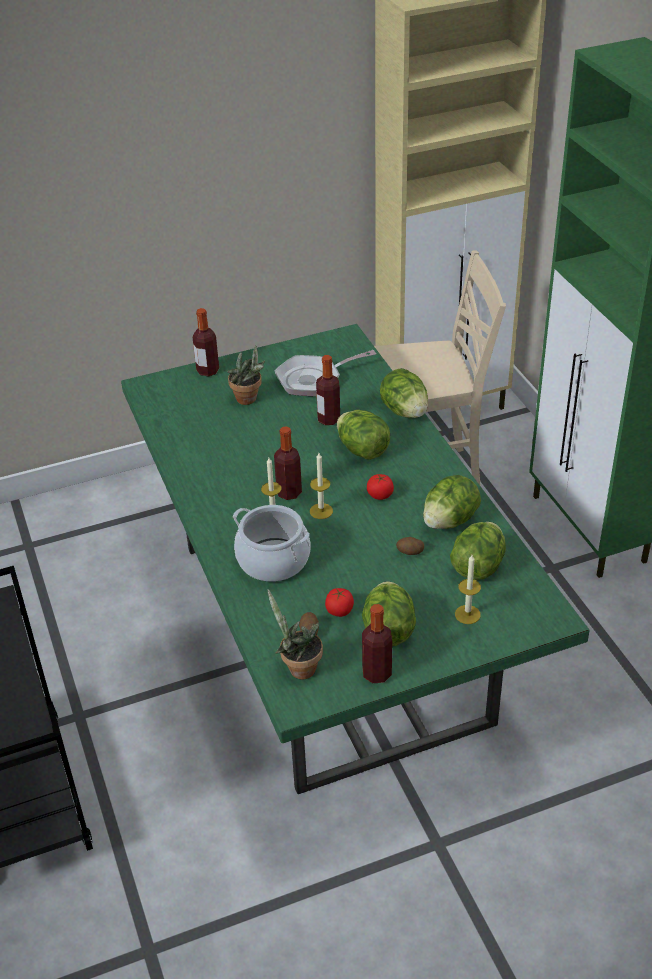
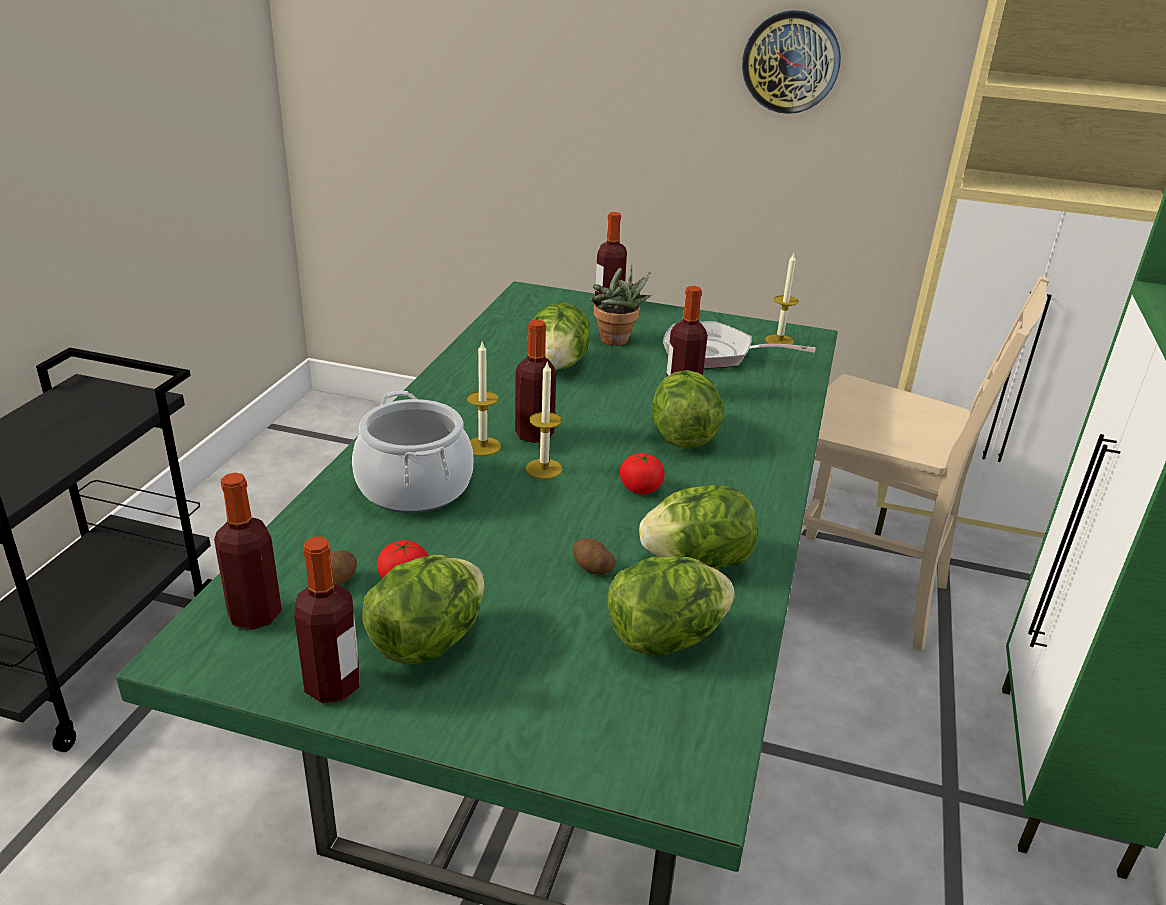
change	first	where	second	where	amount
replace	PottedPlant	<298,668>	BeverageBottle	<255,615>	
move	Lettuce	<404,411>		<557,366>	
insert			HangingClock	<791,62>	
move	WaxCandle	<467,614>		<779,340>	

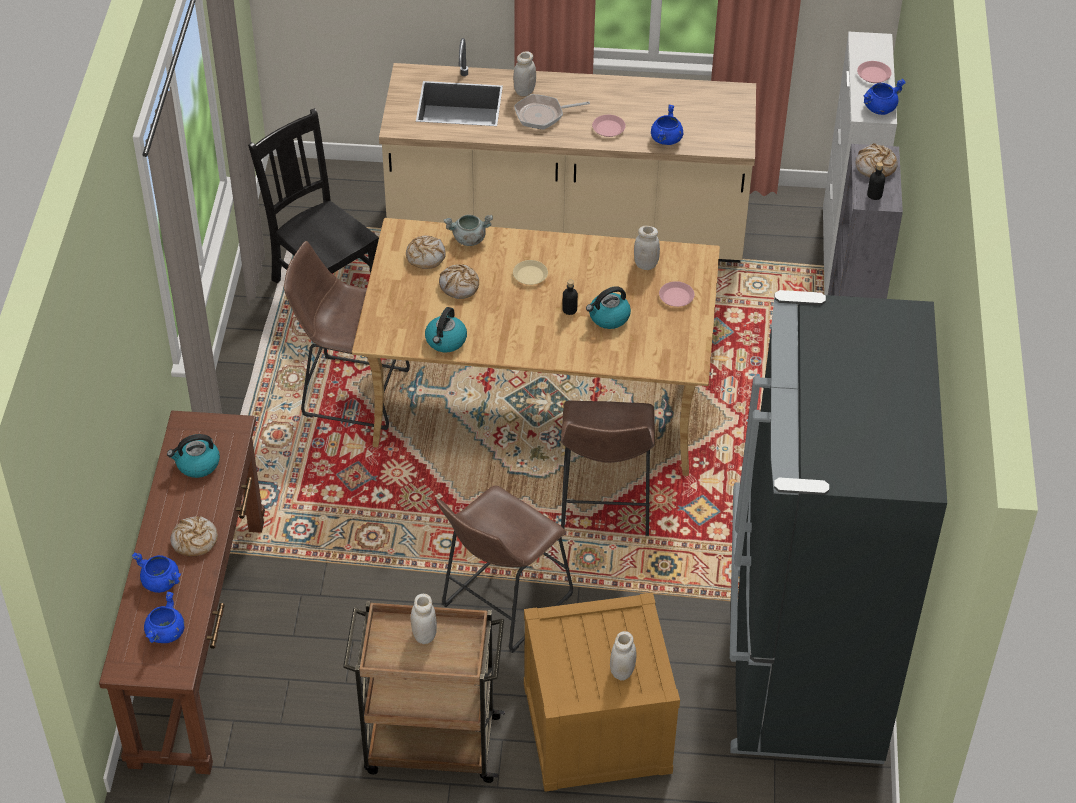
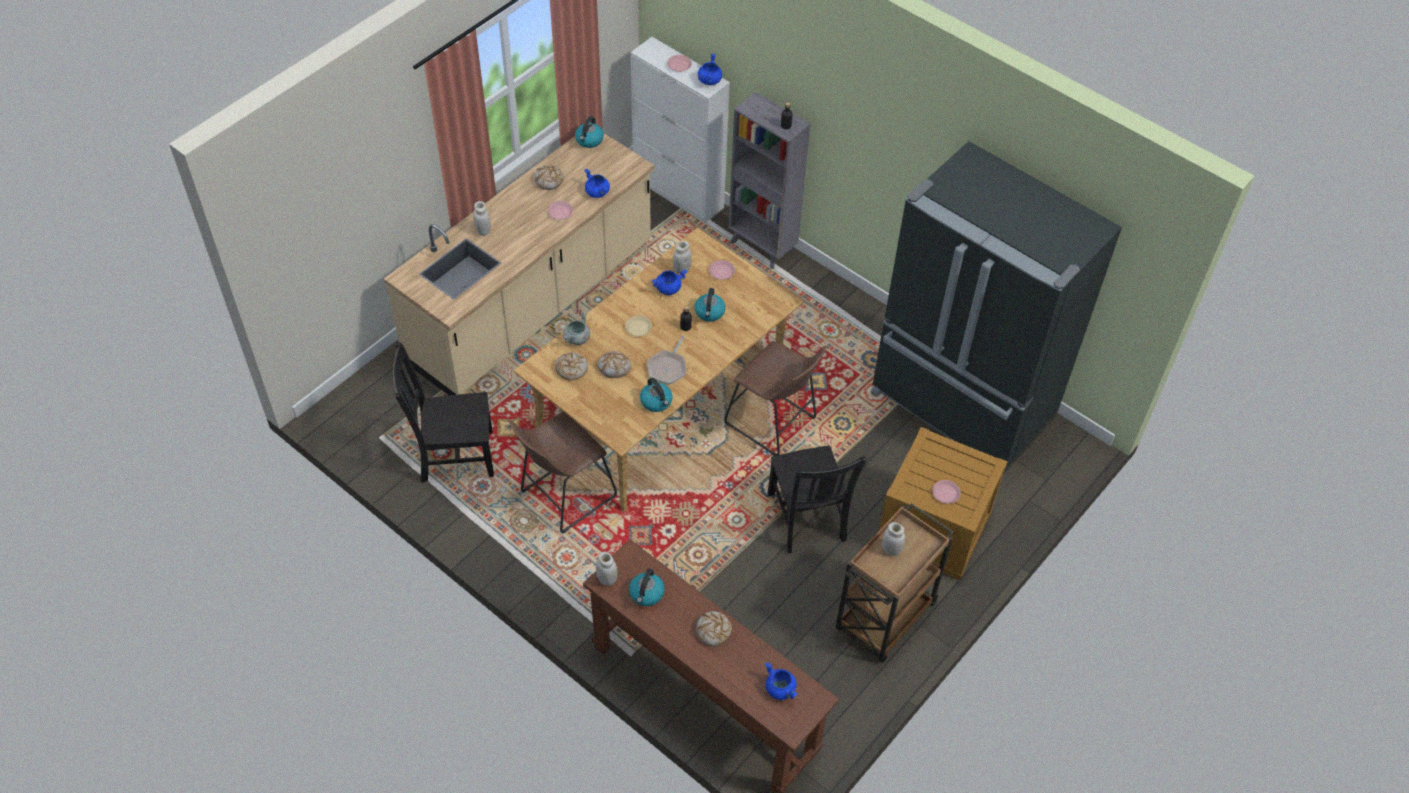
change	first	where	second	where	amount
move	BakedBread	<875,167>		<549,180>	
insert			TeaKettle	<589,140>	
move	WhiteColouredPreserveJar	<622,671>		<607,579>	
move	Pan	<542,115>		<668,367>	
move	BluishSaucepot	<161,582>		<668,288>	
replace	BrownStool	<501,604>	BlackUprightChair	<807,519>	
insert			PinkDinnerPlate	<945,493>	

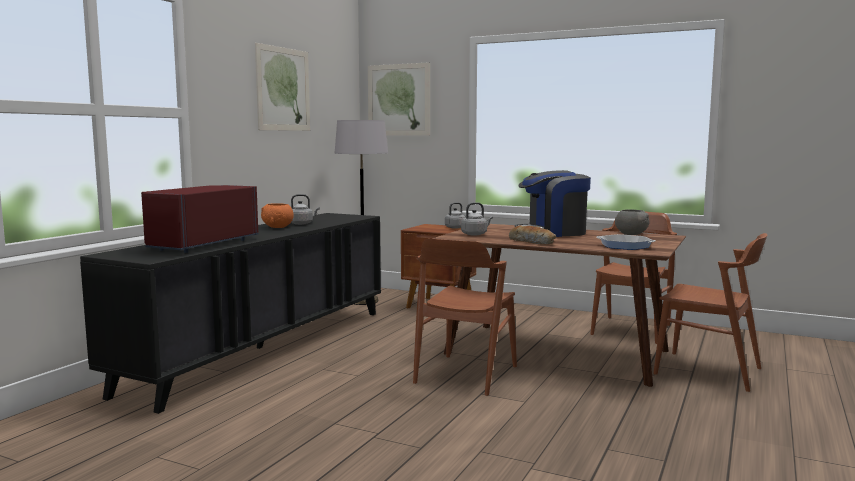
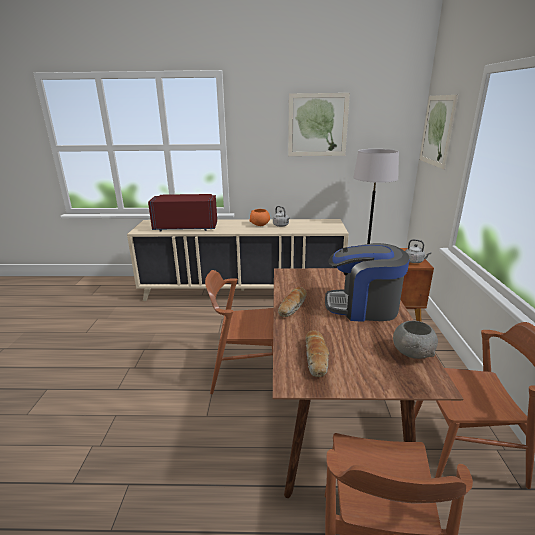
change	first	where	second	where	amount
recolor	BlackStorageCabinet	<264,348>	BeigeStorageCabinet	<242,291>	
replace	Pan	<625,246>	BakedBread	<316,359>	
rotate	CoffeeMachine	<553,232>		<363,307>	45 degrees counterclockwise
delete	GrayTeaKettle	<475,234>			

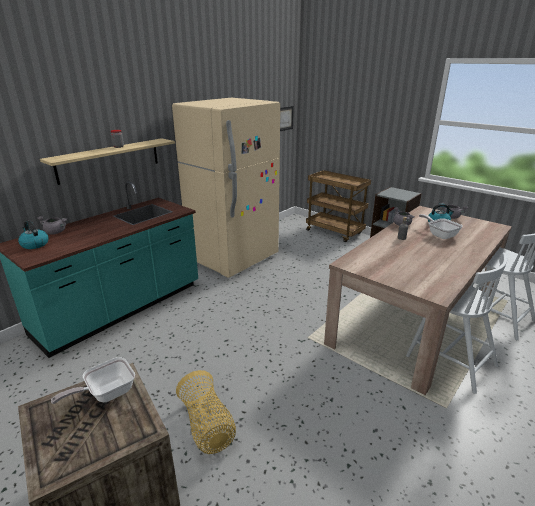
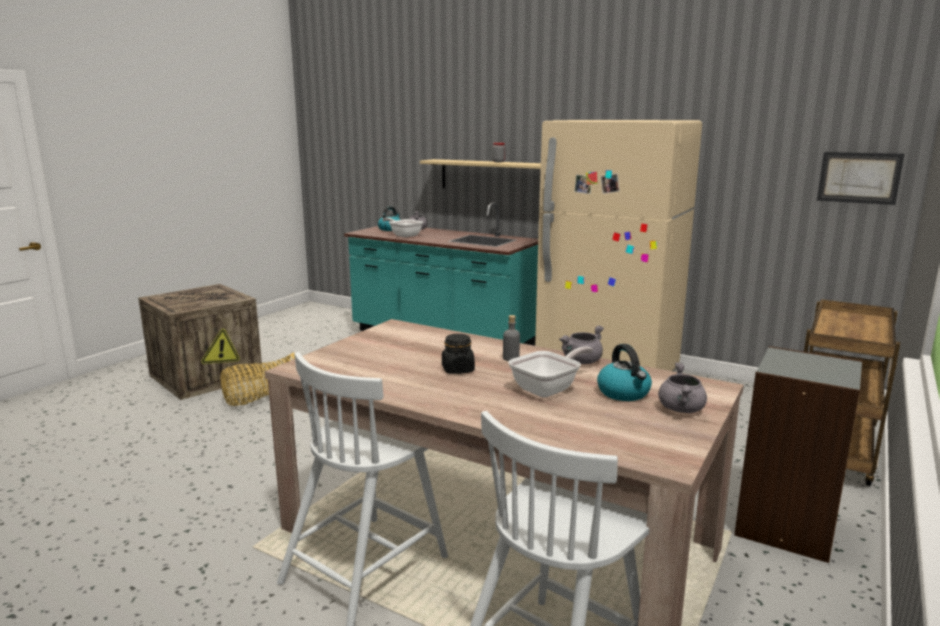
change	first	where	second	where	amount
move	Pan	<106,393>		<404,235>	
insert			BlackPreserveJar	<457,370>	

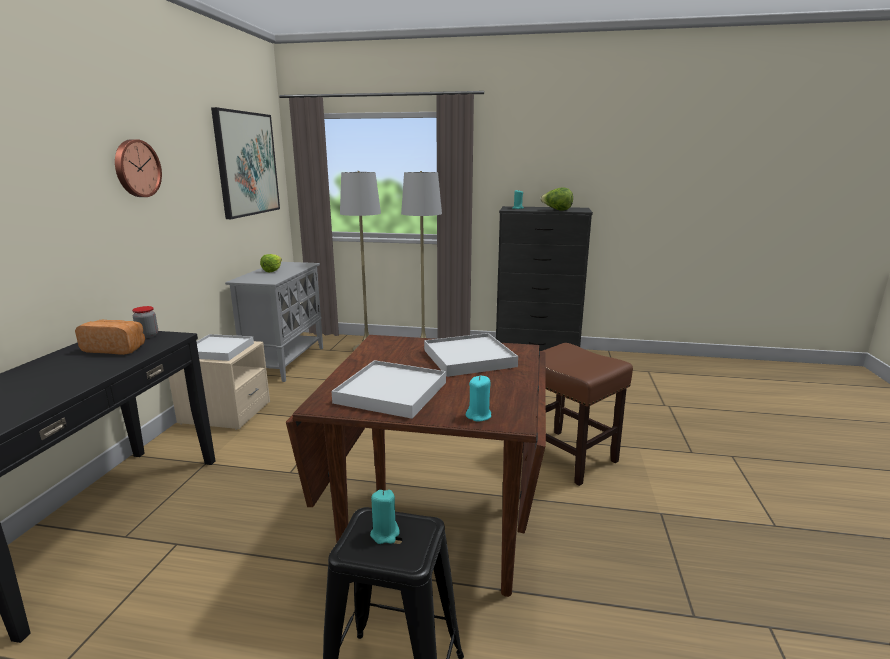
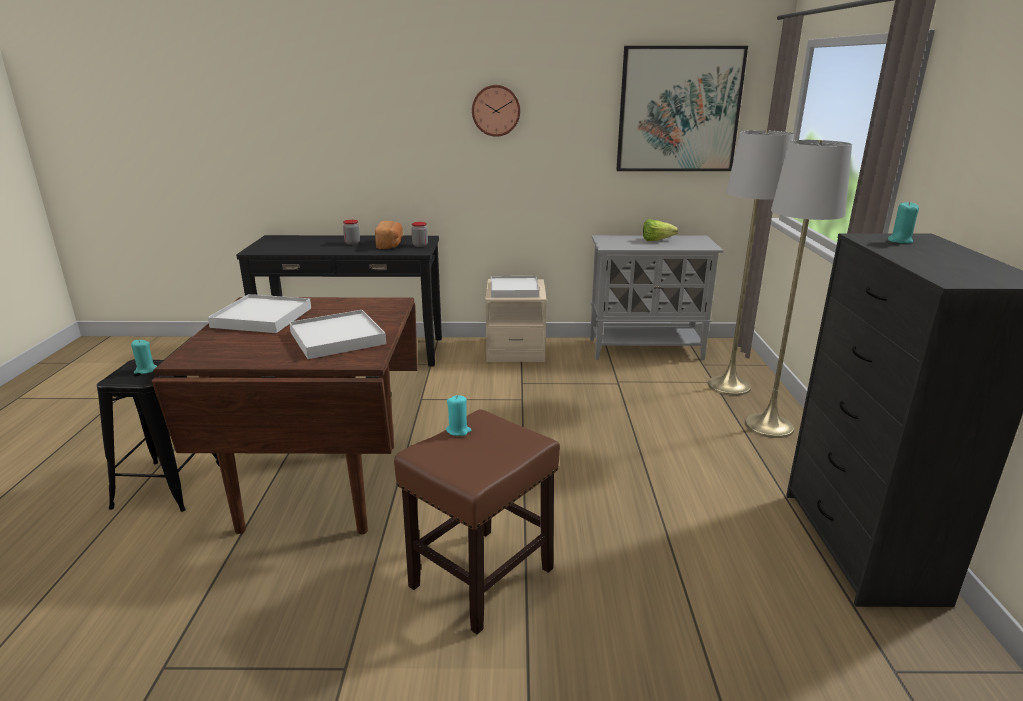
change	first	where	second	where	amount
insert			PreserveJar	<352,243>	
move	TurquoiseColouredWaxCandle	<479,415>		<458,430>	
delete	Lettuce	<556,210>			

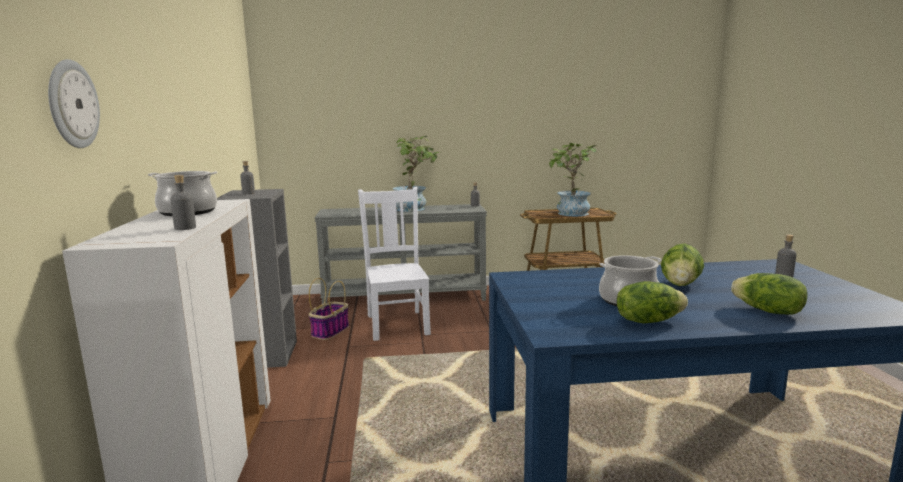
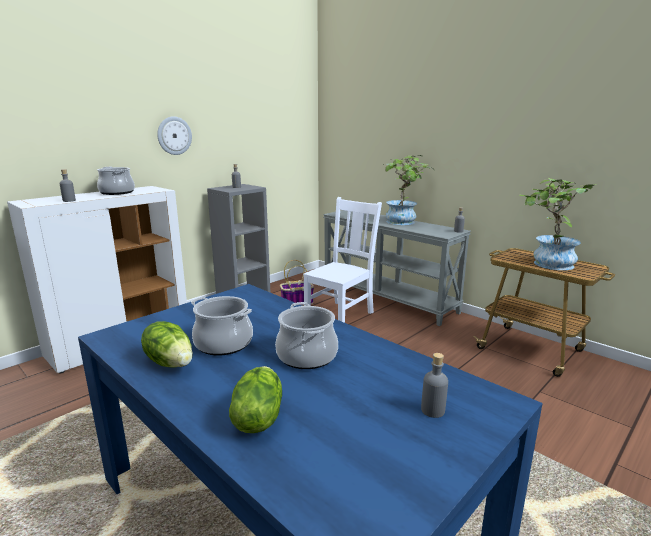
change	first	where	second	where	amount
move	HangingClock	<72,104>		<174,135>	
replace	Lettuce	<680,284>	Saucepot	<307,356>	

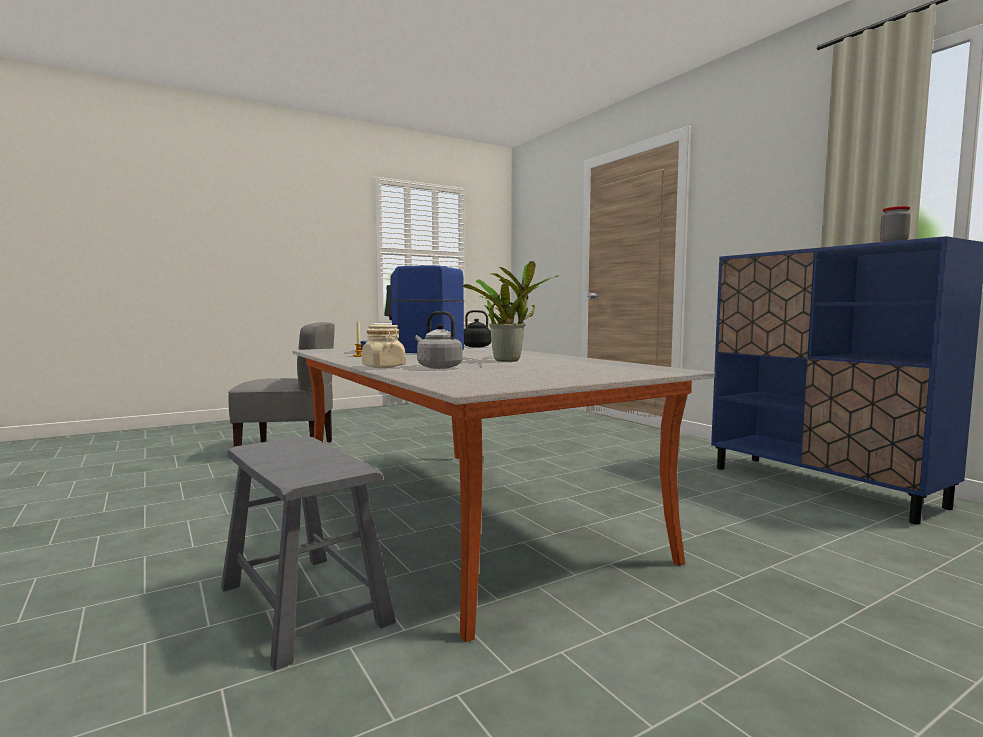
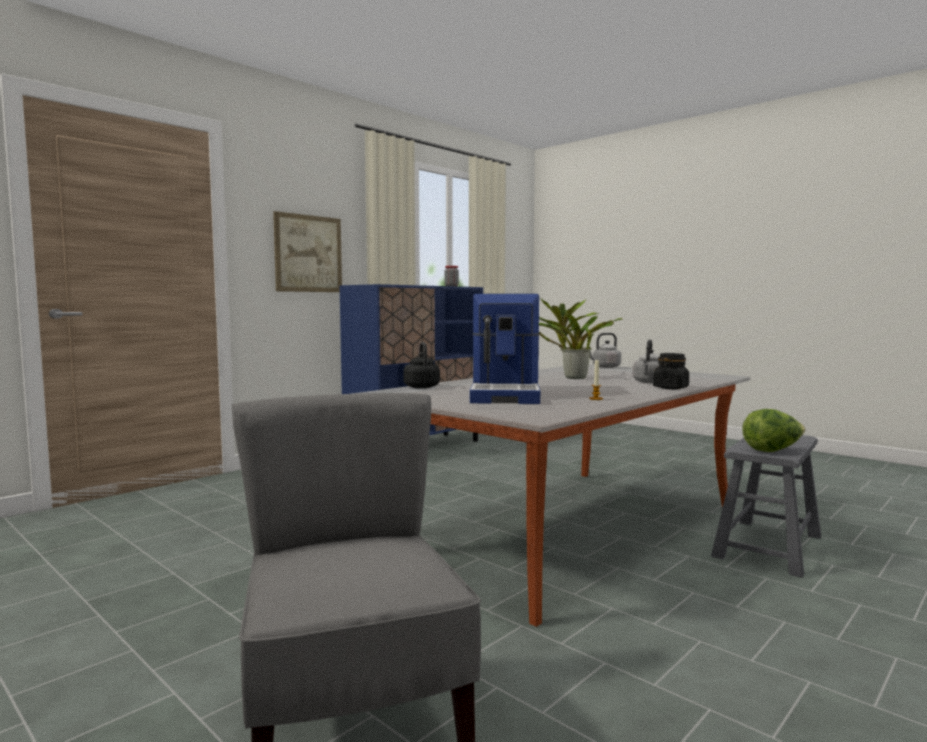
change	first	where	second	where	amount
insert			WallArt	<308,253>	
insert			GrayTeaKettle	<605,367>	
recolor	BeigePreserveJar	<384,367>	BlackPreserveJar	<670,388>	
insert			Lettuce	<772,450>	

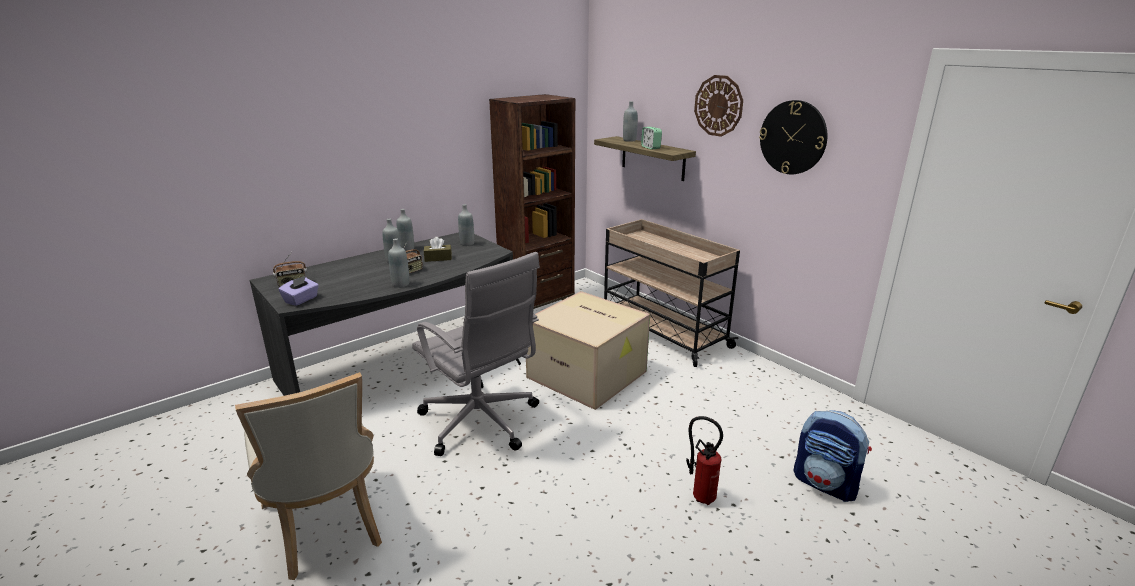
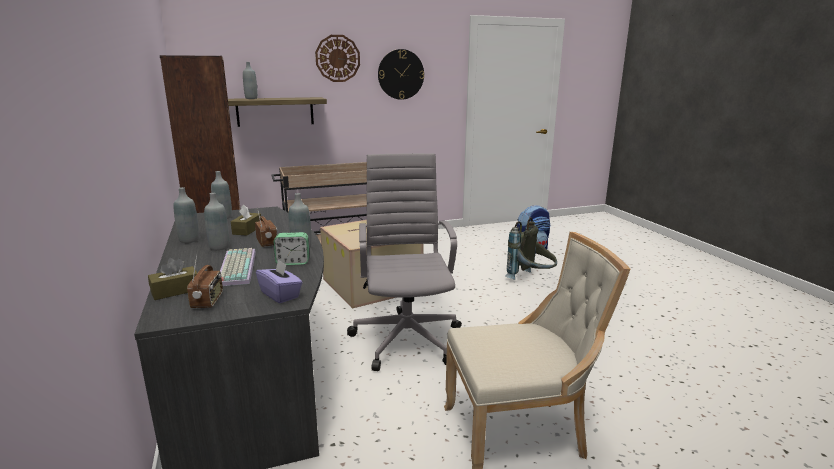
change	first	where	second	where	amount
insert			BrownBoxOfTissues	<175,291>	
insert			ComputerKeyboard	<235,267>	
move	BedsideClock	<650,147>		<293,262>	
rotate	GrayOfficeChair	<481,423>		<407,338>	75 degrees counterclockwise
replace	Extinguisher	<700,496>	GrayRucksack	<531,280>	

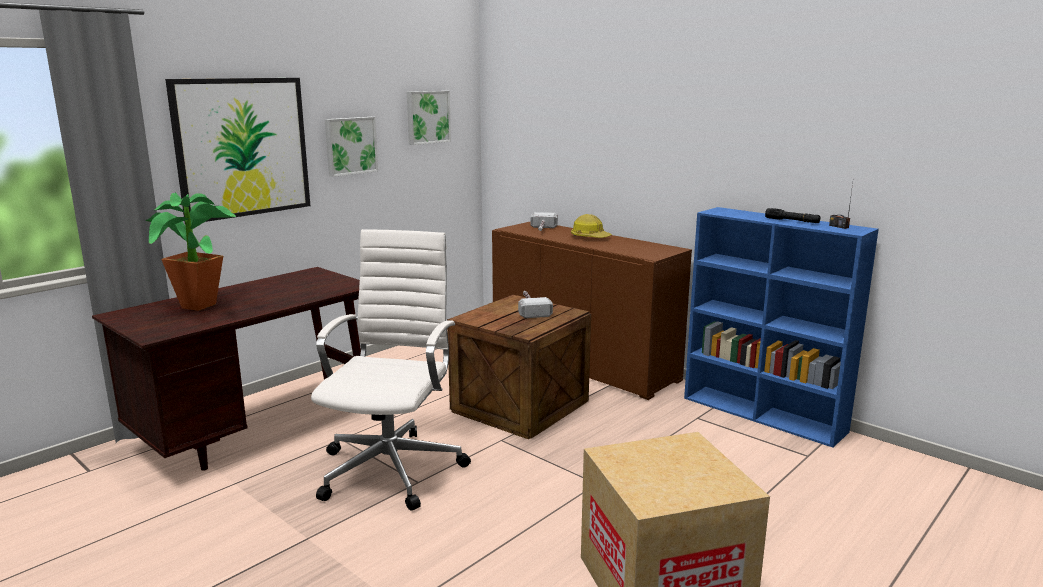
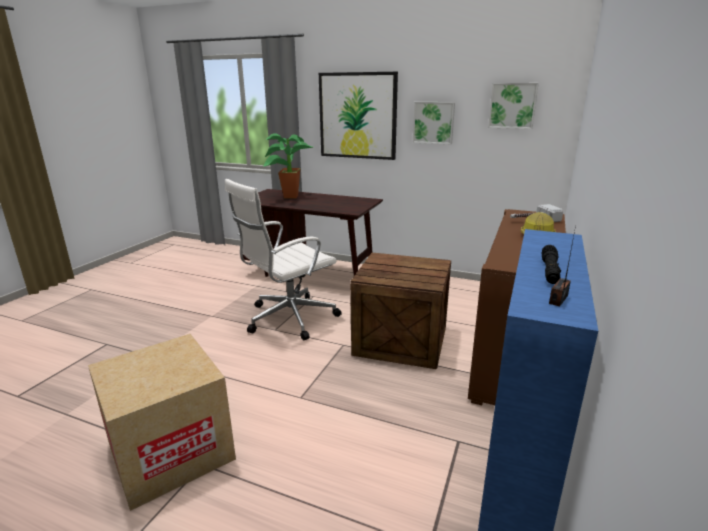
change	first	where	second	where	amount
rotate	WhiteColouredOfficeChair	<393,467>		<288,318>	150 degrees clockwise
delete	ToolHammer	<530,308>			

